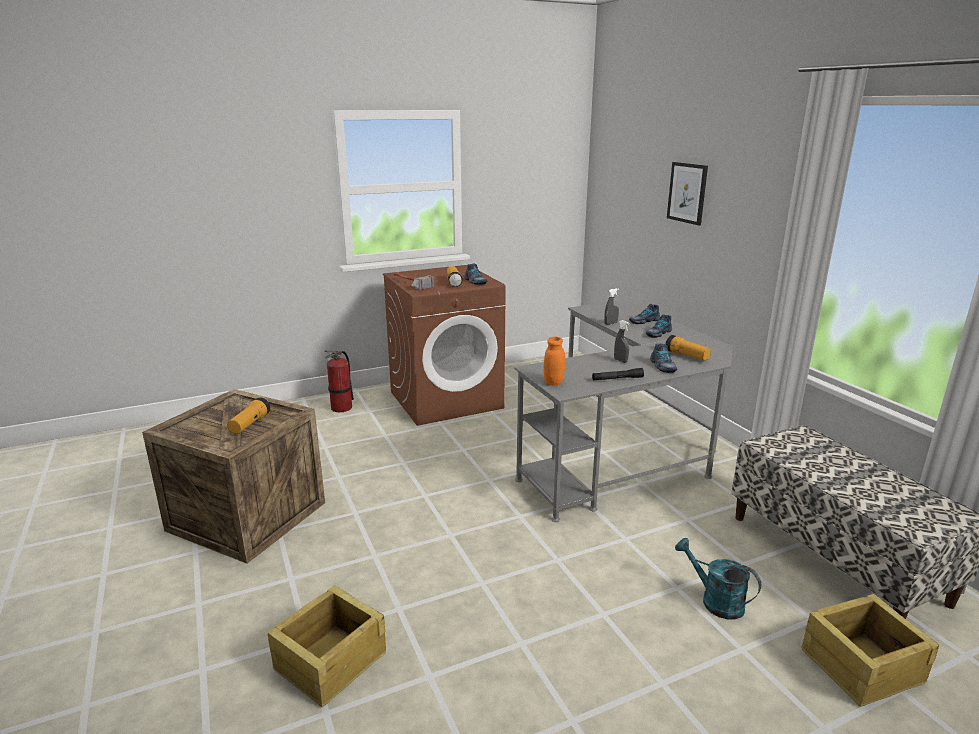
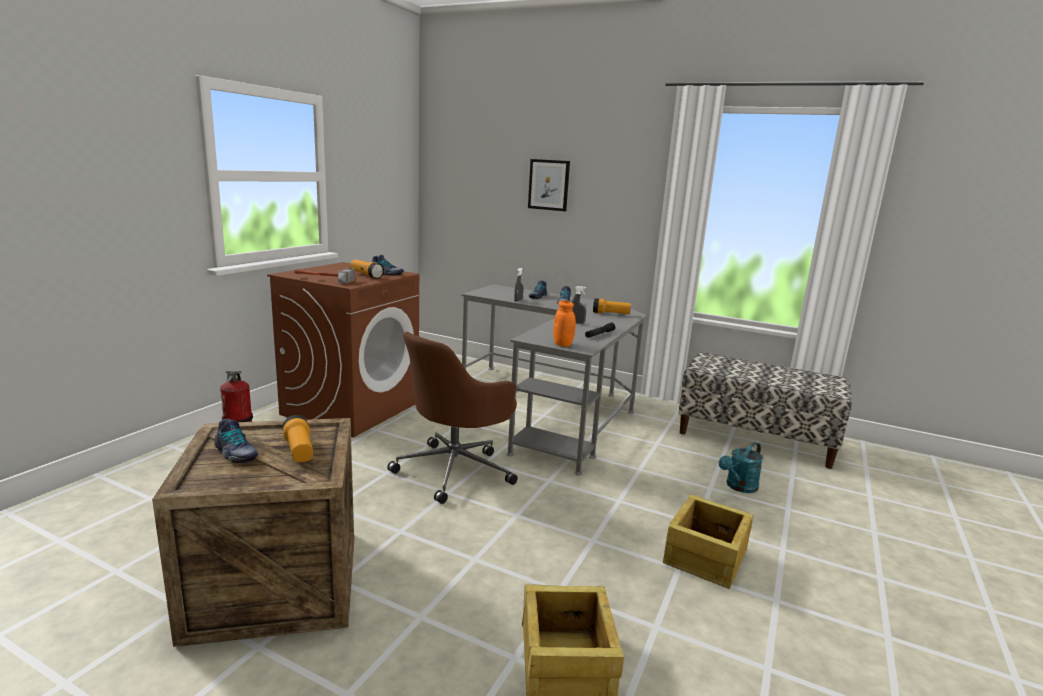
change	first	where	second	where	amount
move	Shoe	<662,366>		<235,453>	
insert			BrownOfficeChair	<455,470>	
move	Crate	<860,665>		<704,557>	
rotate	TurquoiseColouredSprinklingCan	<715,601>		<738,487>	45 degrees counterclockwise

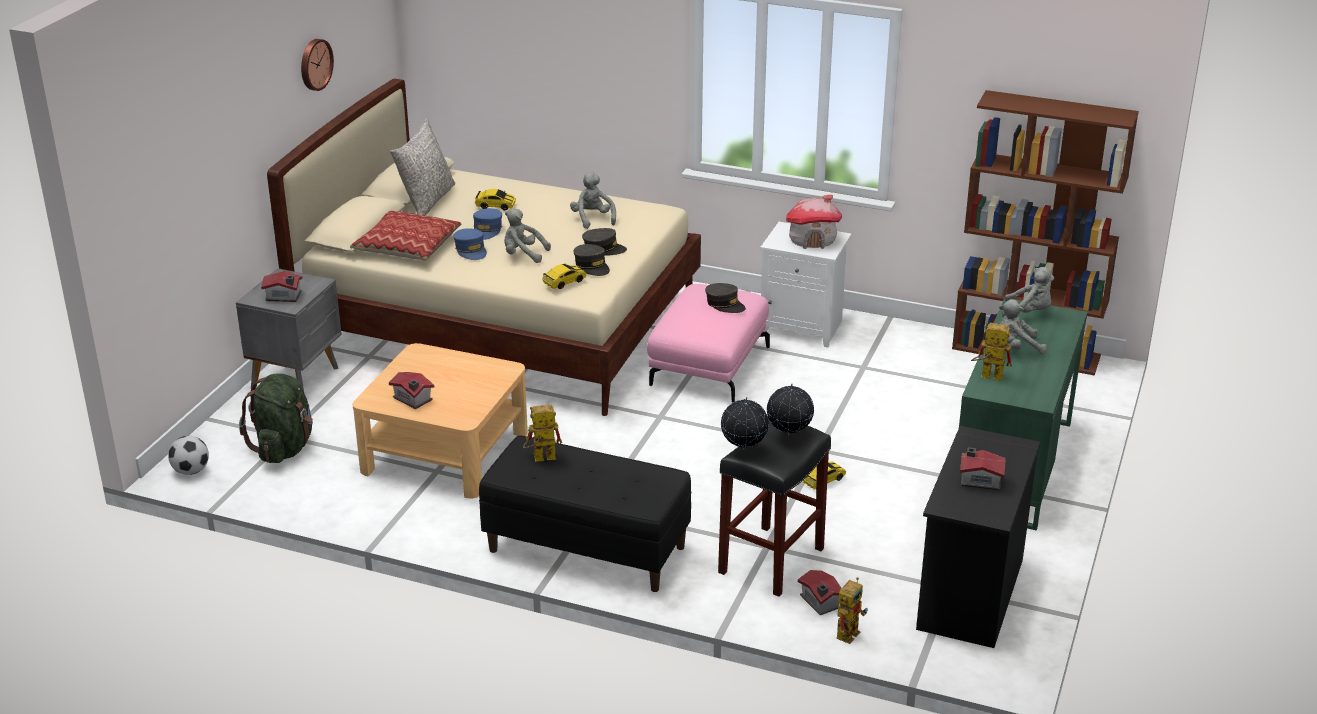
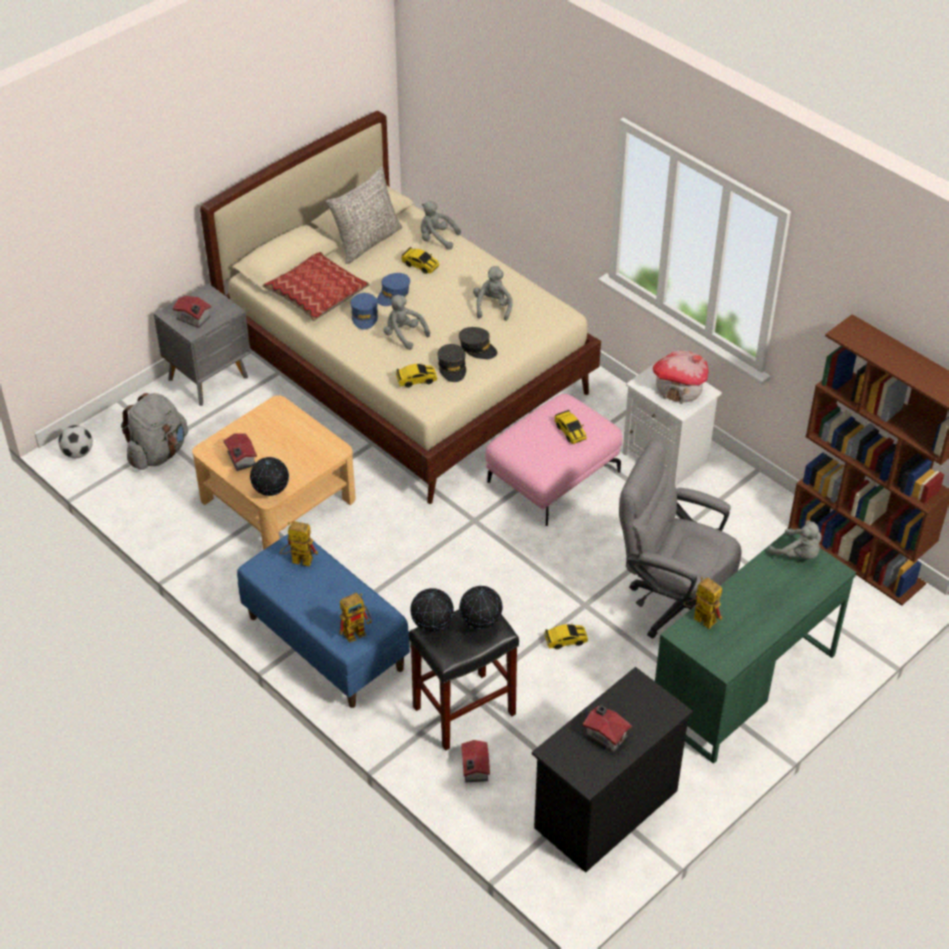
change	first	where	second	where	amount
recolor	GreenRucksack	<284,448>	GrayRucksack	<158,453>	
recolor	BlackBench	<585,549>	BluishBench	<324,643>	
insert			DeskGlobe	<271,493>	
move	RobotFigure	<848,631>		<357,630>	
move	GraySoftToy	<1016,348>		<436,239>	
replace	GrayCap	<725,304>	ModelCar	<570,432>	
insert			GrayOfficeChair	<673,602>	
delete	HangingClock	<314,64>			

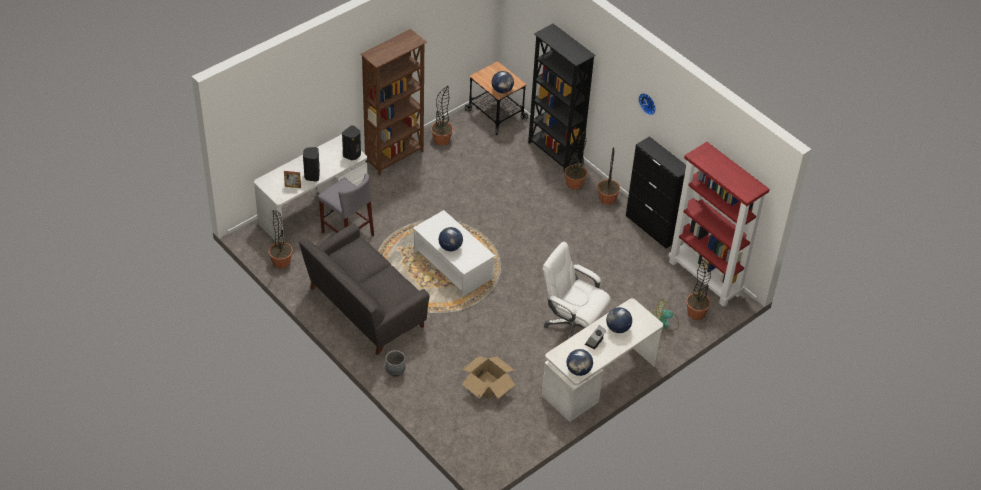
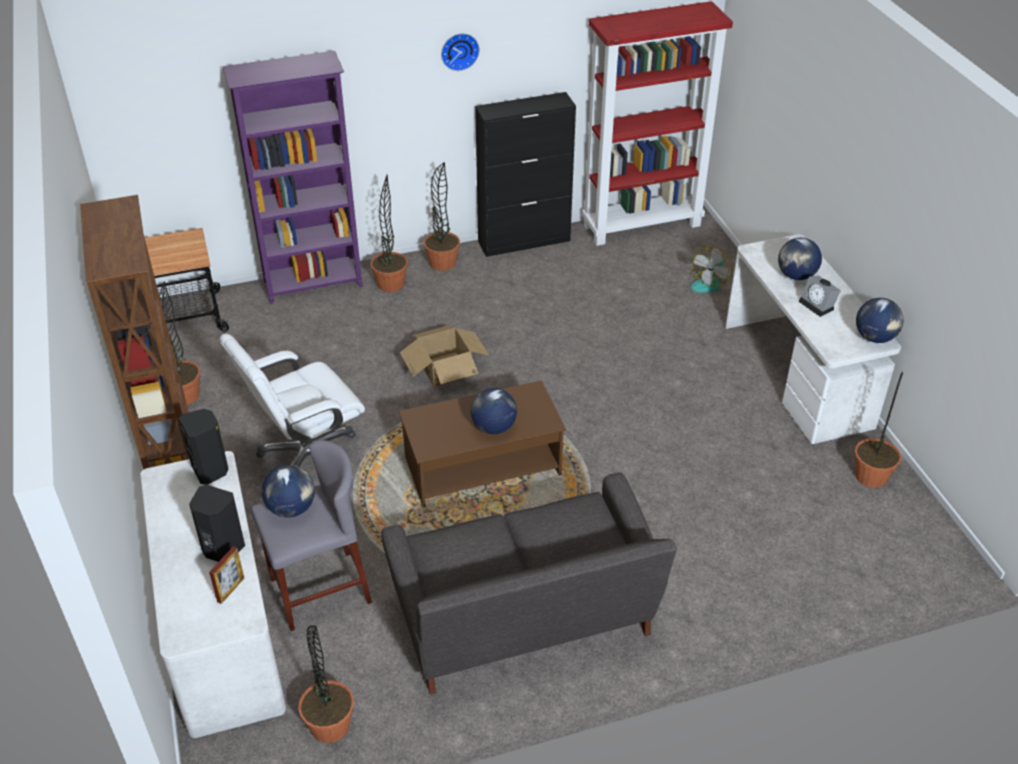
change	first	where	second	where	amount
move	WhiteColouredOfficeChair	<572,325>		<307,456>	
recolor	BlackShelvingUnit	<554,153>	PurpleColouredShelvingUnit	<314,284>	
move	DeskGlobe	<502,90>		<292,508>	
recolor	WhiteColouredLoungeTable	<452,265>	BrownLoungeTable	<481,466>	
move	Carton	<487,385>		<445,369>	
move	PottedPlant	<696,313>		<871,476>	
delete	GrayPlantPot	<395,371>			

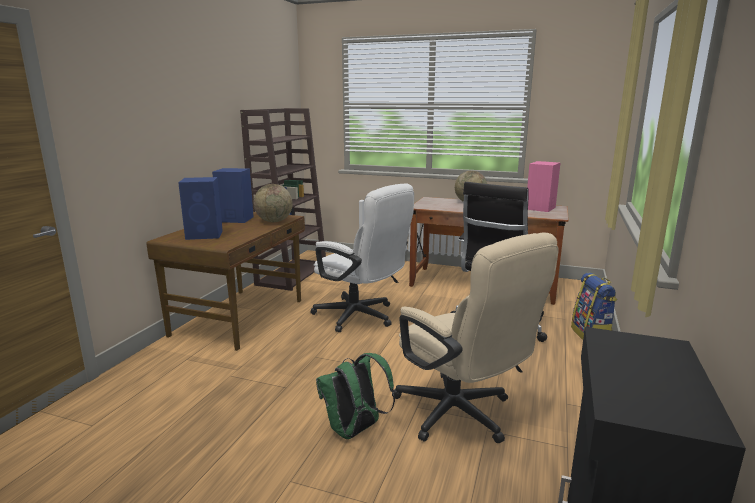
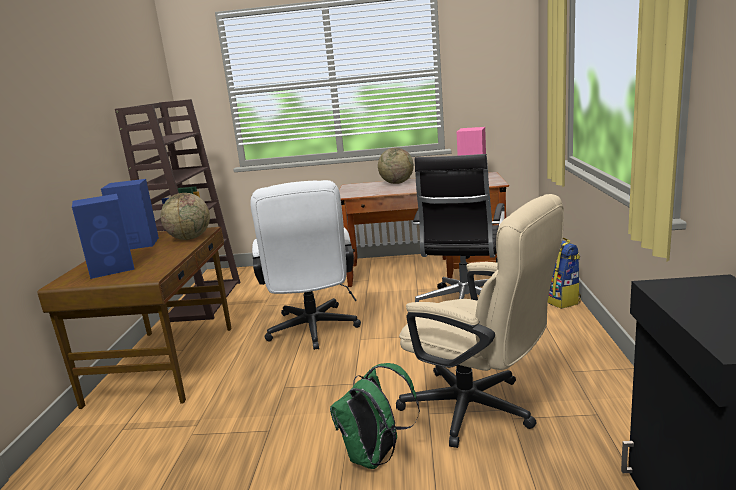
change	first	where	second	where	amount
rotate	WhiteColouredOfficeChair	<361,317>		<313,331>	60 degrees clockwise

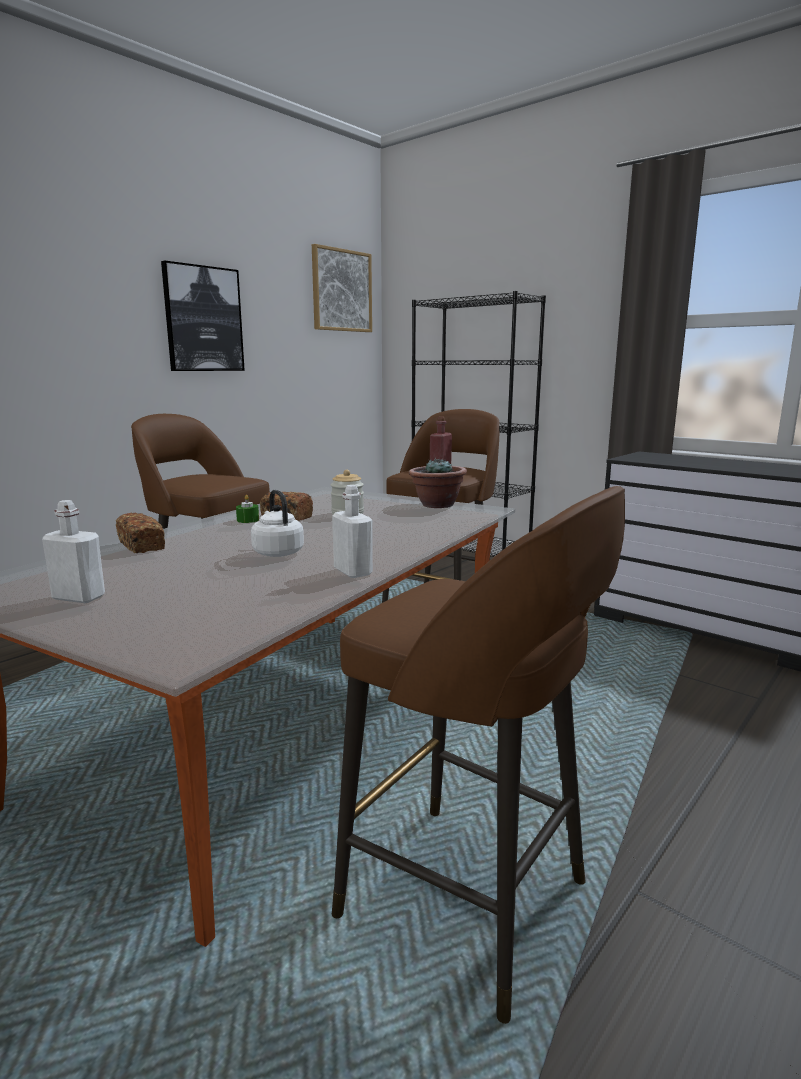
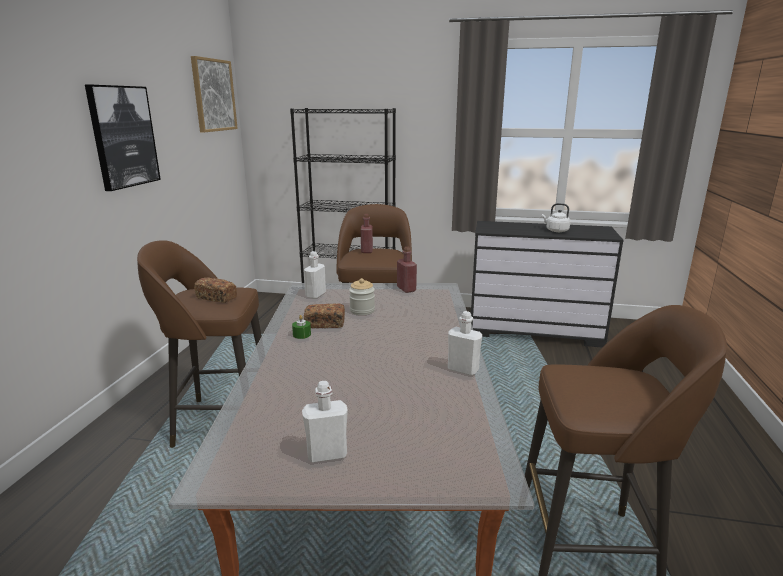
change	first	where	second	where	amount
move	BakedBread	<141,546>		<217,298>	
insert			WhiteColouredBeverageBottle	<315,295>	
replace	PottedPlant	<437,505>	RedBeverageBottle	<406,289>	
move	WhiteColouredTeaKettle	<277,552>		<556,230>	

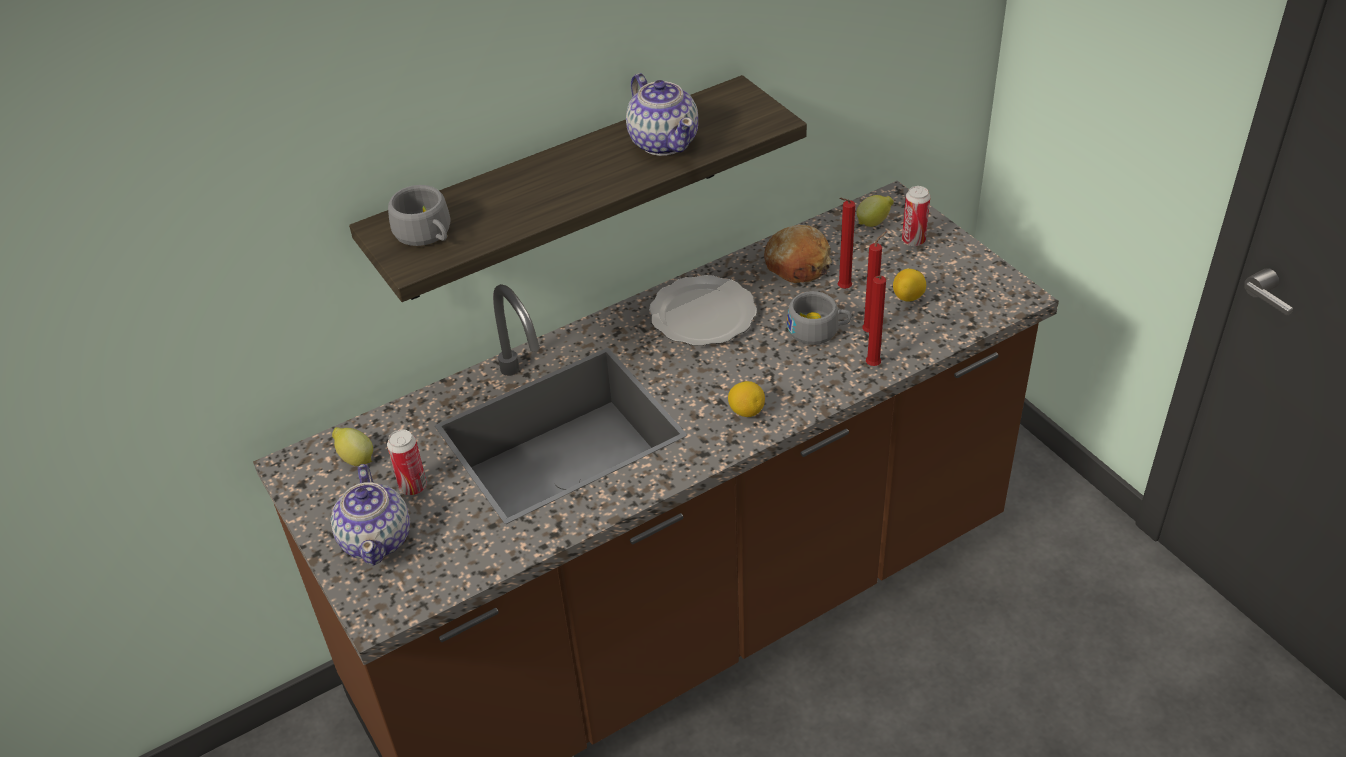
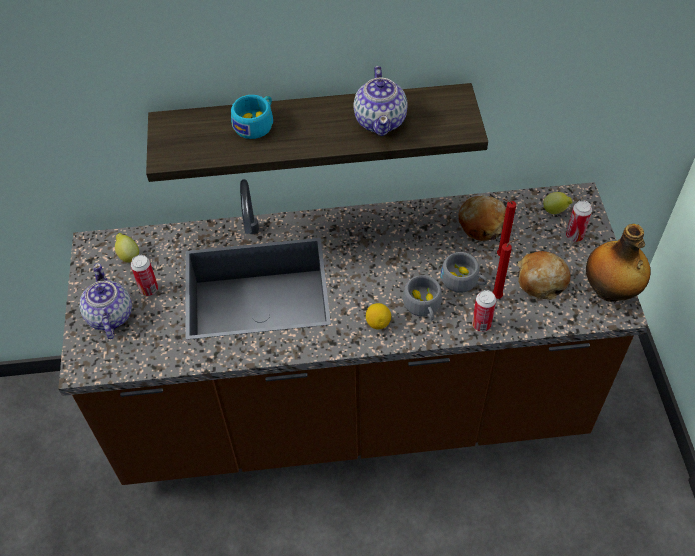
change	first	where	second	where	amount
rotate	Teapot	<377,539>		<109,316>	150 degrees clockwise
insert			TurquoiseColouredDrinkingCup	<256,123>	
move	GrayDrinkingCup	<426,234>		<423,306>	
replace	RedWaxCandle	<872,367>	Can	<481,324>	
replace	Lemon	<908,297>	BakedBread	<541,280>	
insert			BeverageBottle	<610,291>	
delete	DinnerPlate	<704,314>			

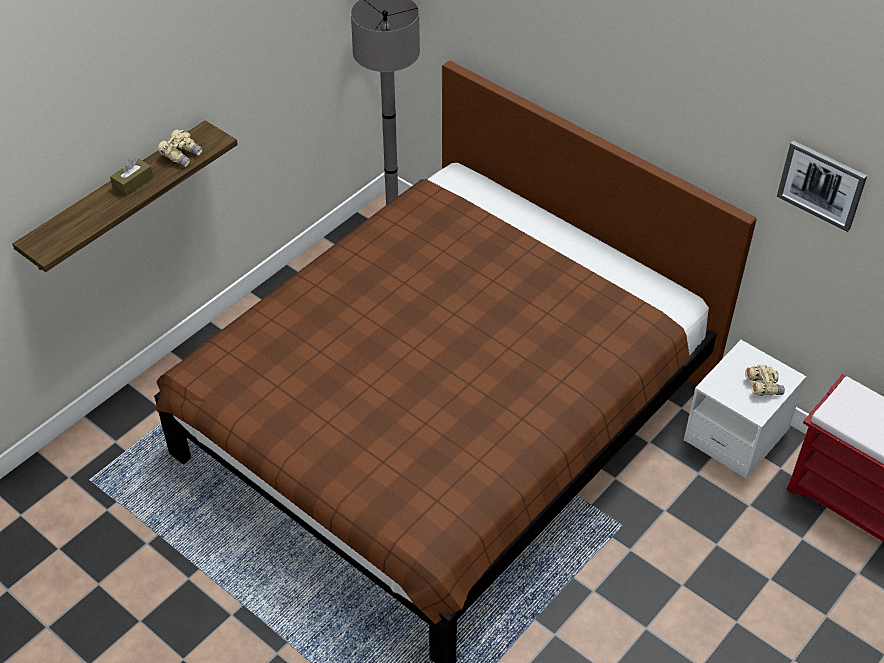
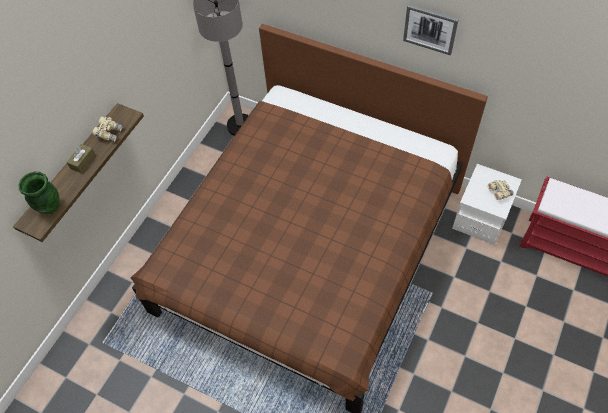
change	first	where	second	where	amount
insert			GreenVase	<49,206>	
move	WallArt	<821,185>		<430,29>	

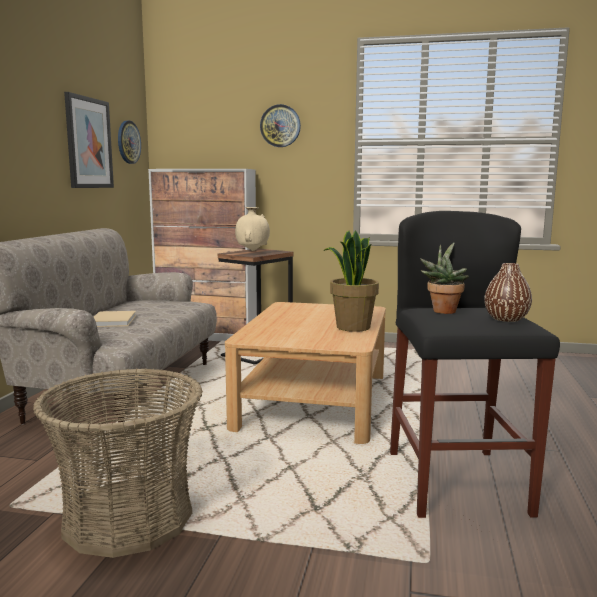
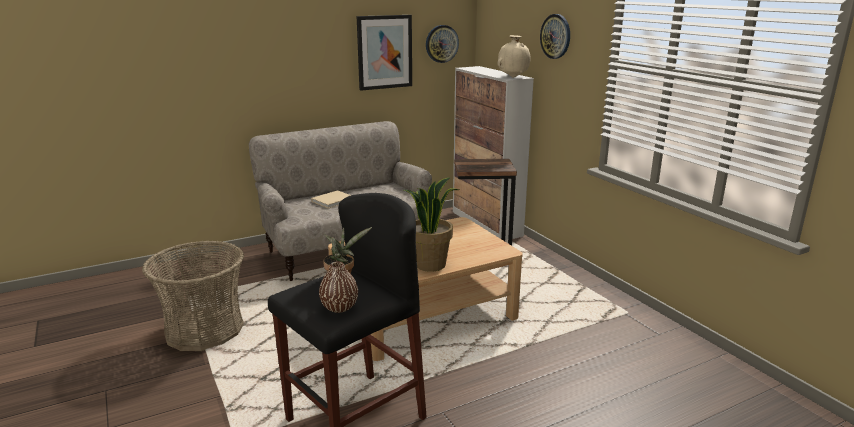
change	first	where	second	where	amount
move	BeigeVase	<252,250>		<513,77>	

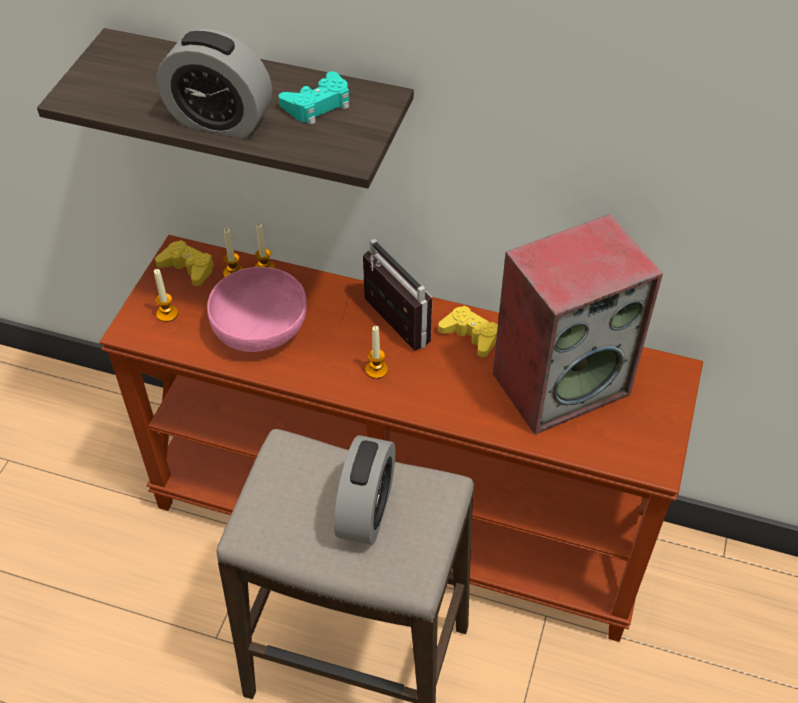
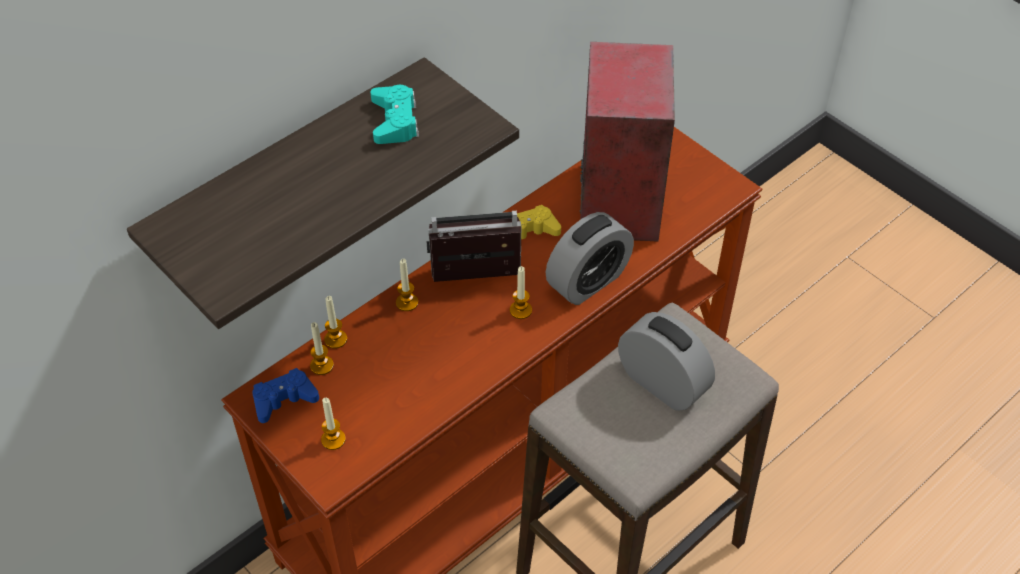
change	first	where	second	where	amount
recolor	YellowGamepad	<188,268>	BluishGamepad	<284,399>	
insert			WaxCandle	<407,302>	
move	BedsideClock	<220,121>		<588,281>	
delete	PinkBowl	<261,328>			

